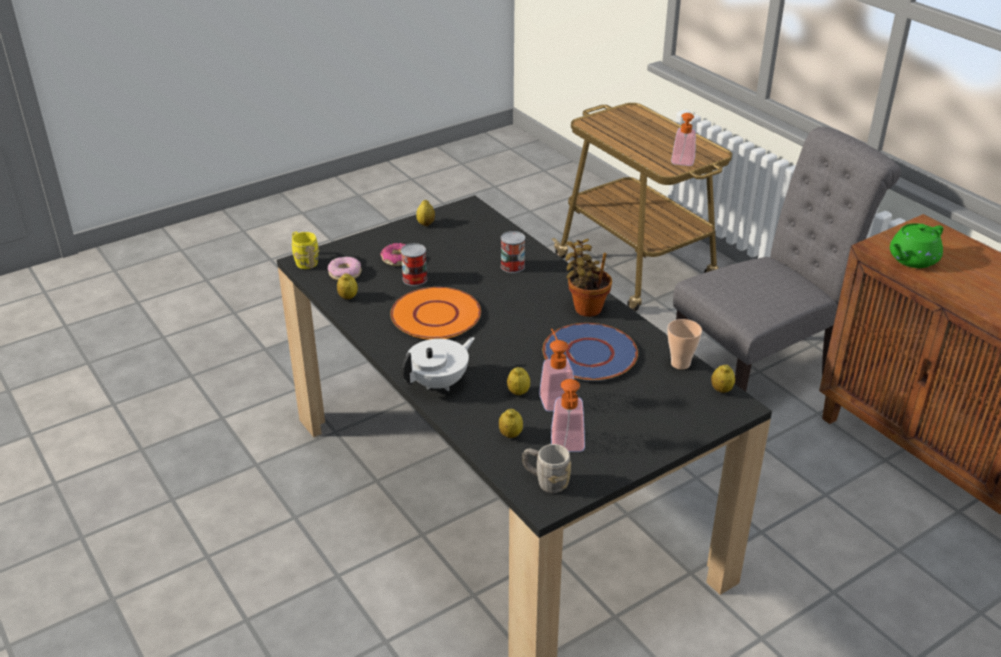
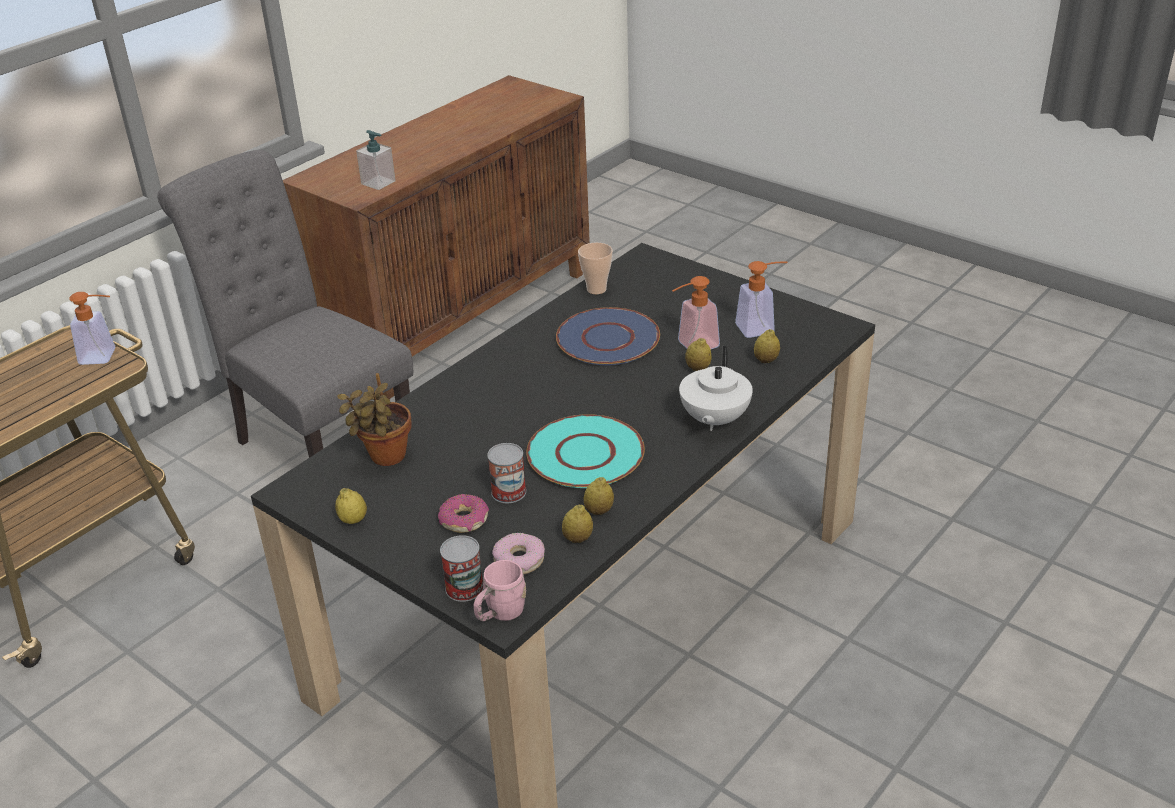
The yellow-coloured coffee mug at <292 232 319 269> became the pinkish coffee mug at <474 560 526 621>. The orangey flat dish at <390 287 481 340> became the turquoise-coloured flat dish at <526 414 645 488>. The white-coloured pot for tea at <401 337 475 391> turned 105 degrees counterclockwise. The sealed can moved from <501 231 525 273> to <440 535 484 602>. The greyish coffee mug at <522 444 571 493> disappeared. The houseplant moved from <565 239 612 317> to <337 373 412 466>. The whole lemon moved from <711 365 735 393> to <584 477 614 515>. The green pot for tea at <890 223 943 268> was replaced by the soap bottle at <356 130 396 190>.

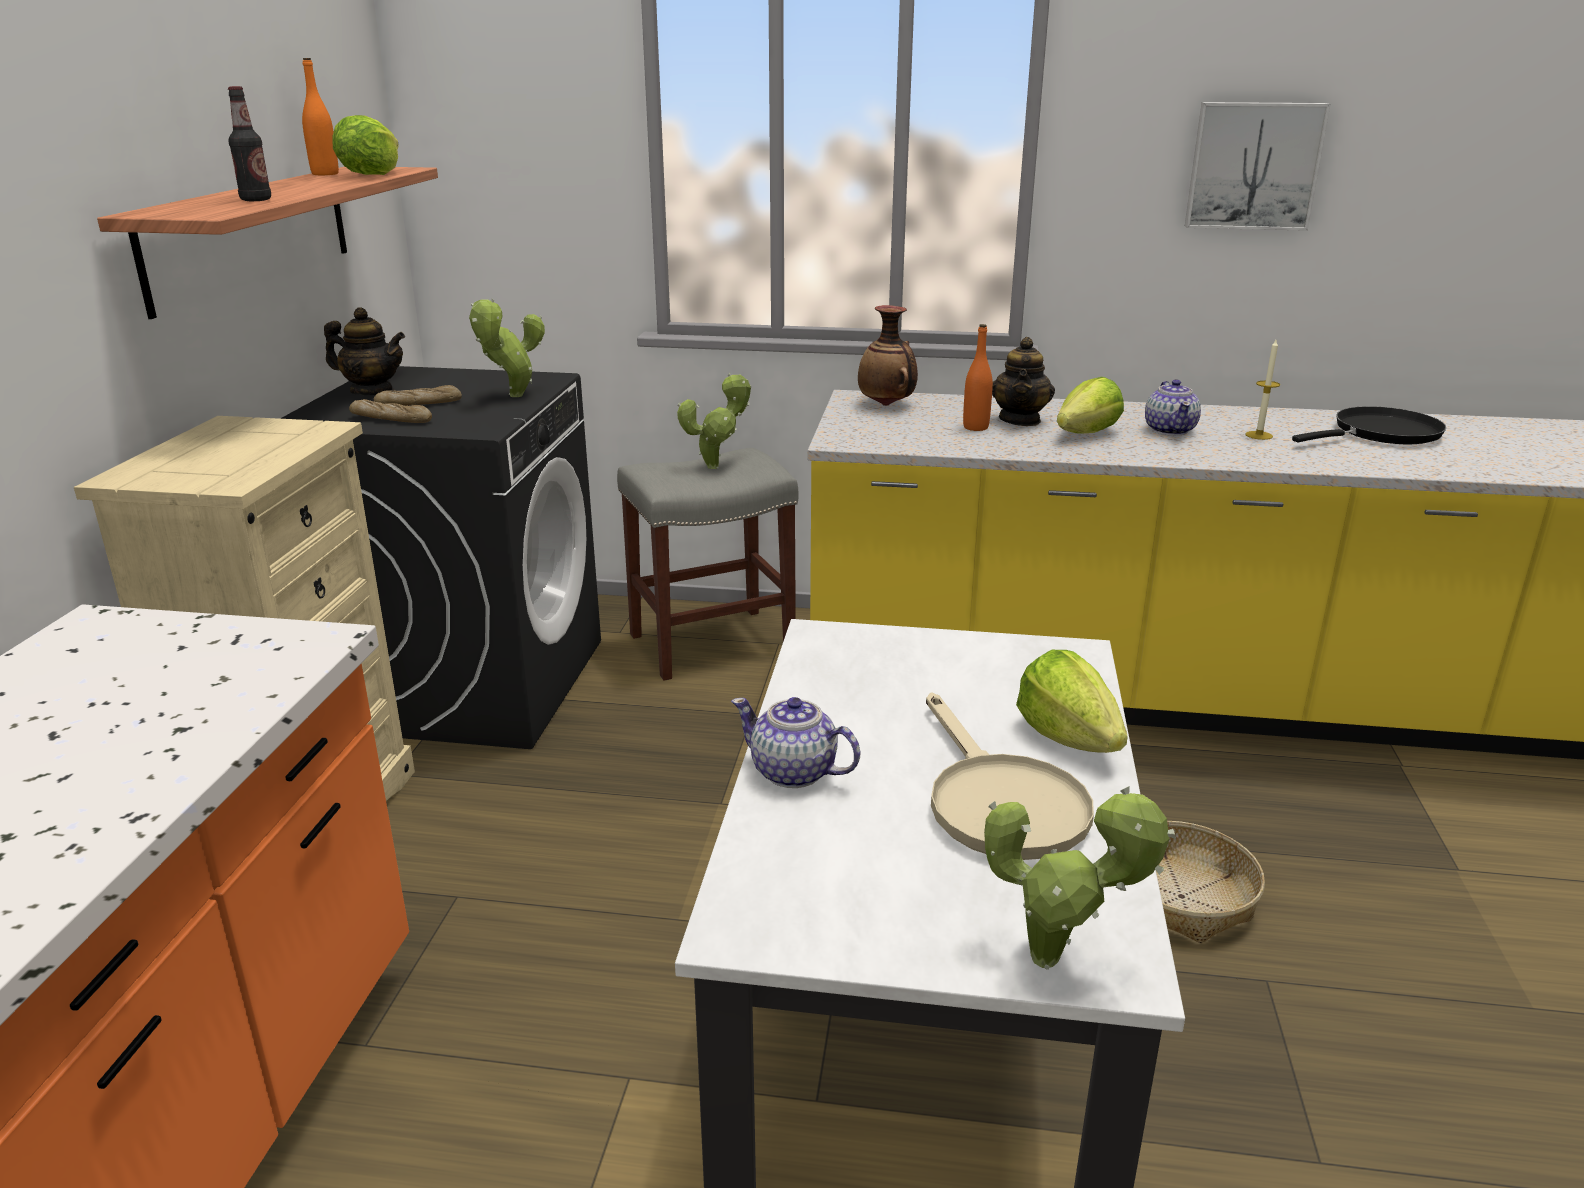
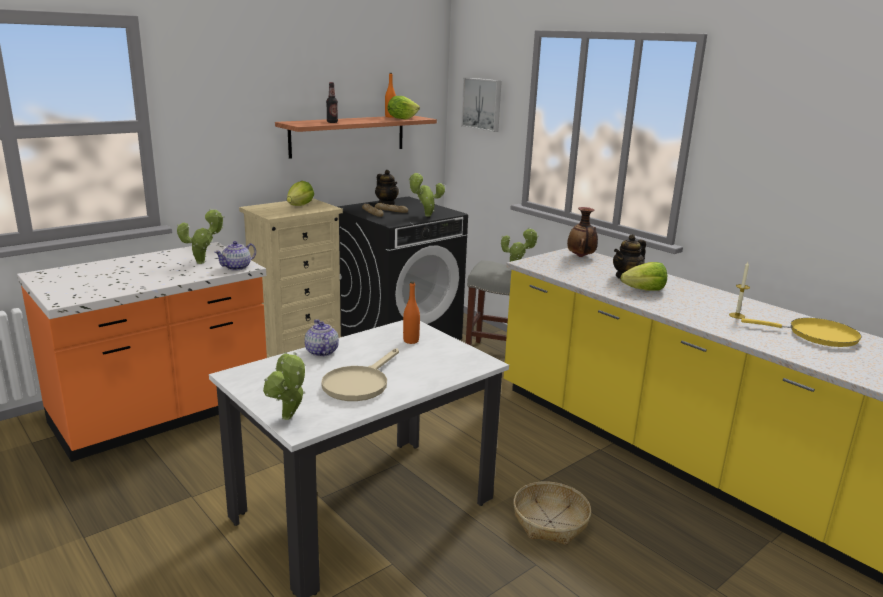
The orangey drink bottle moved from <963 324 993 431> to <403 281 420 344>. The lettuce head moved from <1016 650 1128 753> to <287 181 314 206>. The pot for tea moved from <1145 379 1201 436> to <214 241 256 271>. The picture moved from <1185 102 1331 231> to <461 77 502 132>. The black skillet at <1292 406 1446 444> became the yellow-coloured skillet at <741 318 862 347>. The houseplant at <177 208 225 264> appeared.

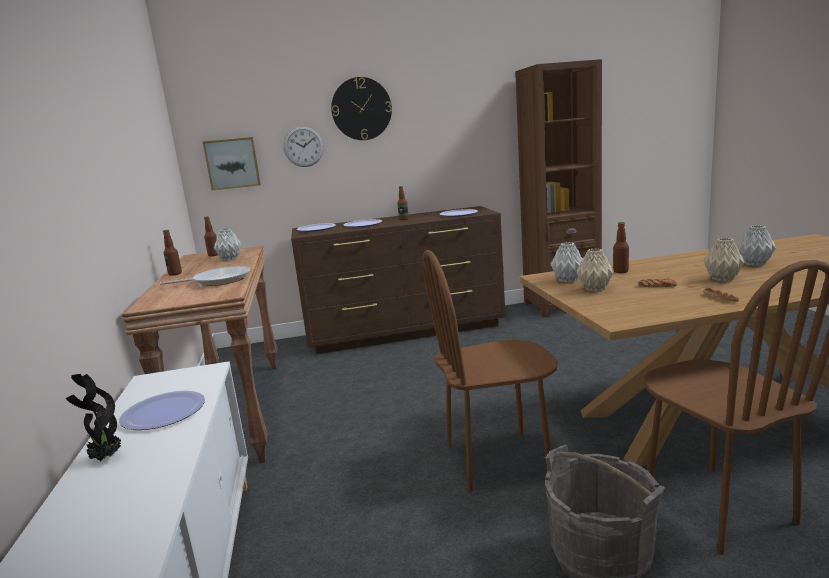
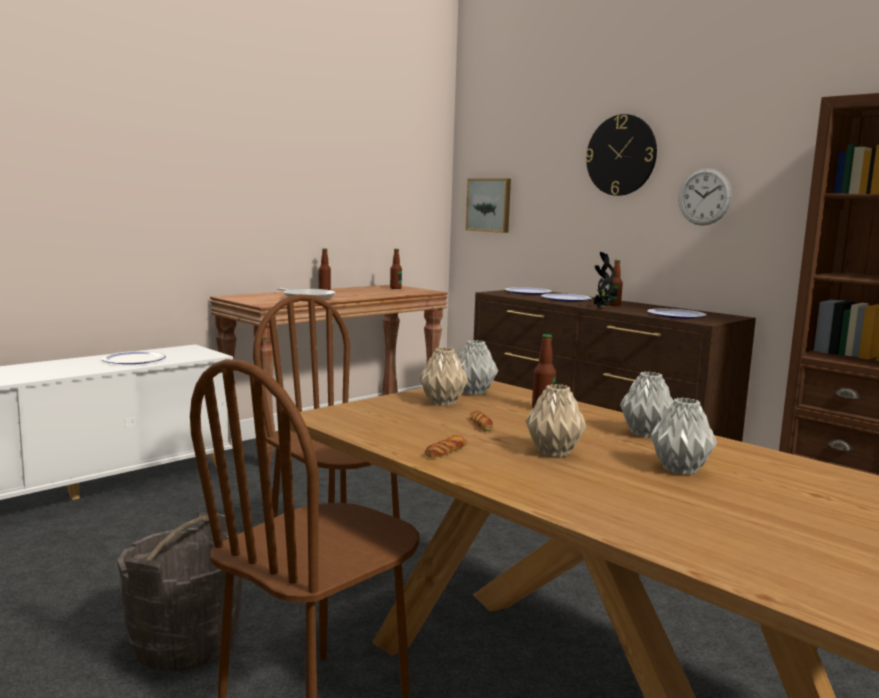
The houseplant moved from <66 374 121 461> to <594 252 615 308>. The greyish vase moved from <214 228 242 261> to <620 371 674 438>. The wall clock moved from <283 126 324 167> to <678 168 732 225>.

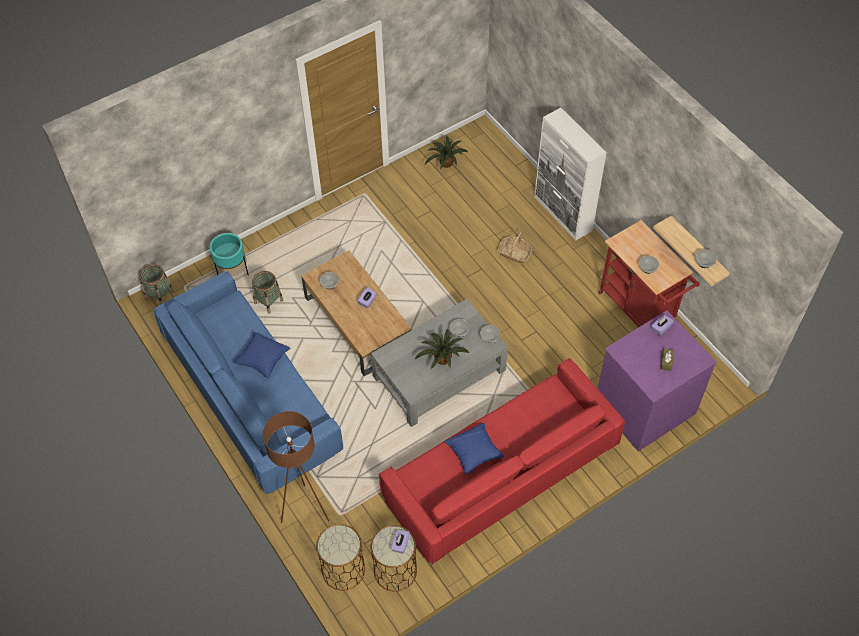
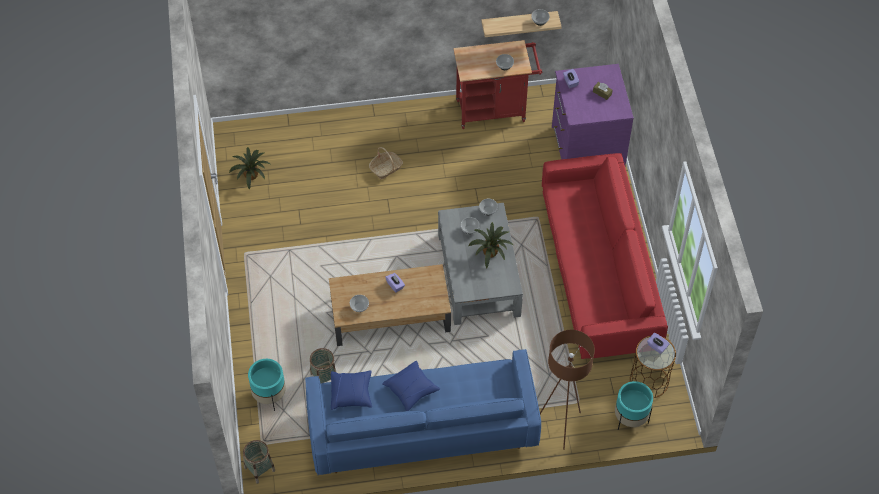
The brown-coloured accent table at <316 524 365 590> was replaced by the turquoise-coloured planter at <615 381 653 430>. The blue throw pillow moved from <445 423 504 475> to <331 370 372 410>. The white-coloured storage cabinet at <534 108 607 241> disappeared.

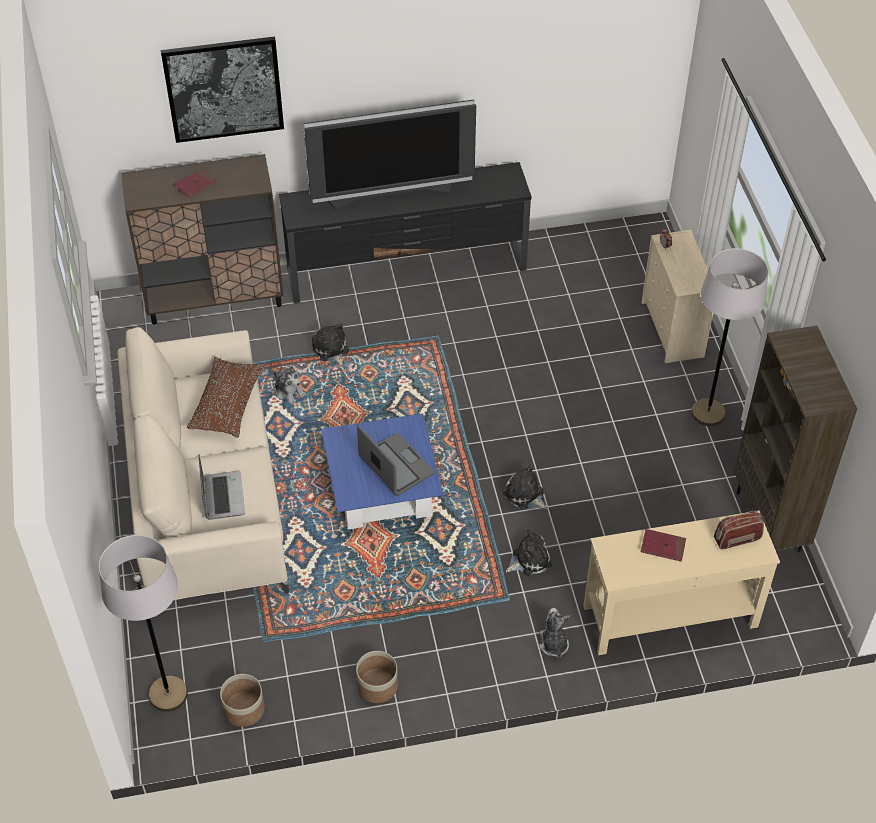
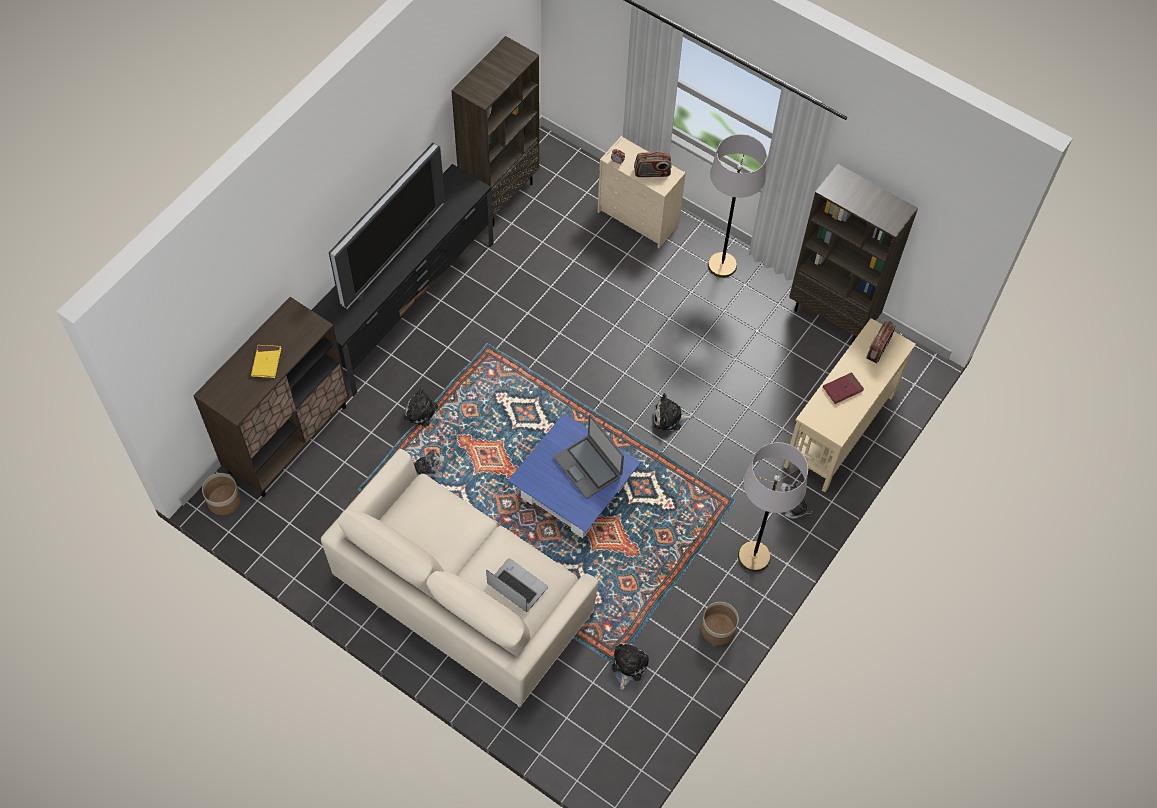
The greyish standard lamp moved from <99 535 188 712> to <738 442 808 572>. The picture at <161 37 284 143> disappeared. The red-coloured book at <173 169 217 198> became the yellow-coloured book at <251 345 281 378>. The brown-coloured throw pillow at <187 357 264 438> disappeared. The planter moved from <220 674 265 727> to <202 473 241 515>. The laptop at <357 425 435 496> turned 135 degrees counterclockwise. The soft toy moved from <506 529 552 576> to <611 643 649 690>. The brown-coloured shelving unit at <451 36 539 227> appeared. The radio set at <634 152 672 177> appeared.

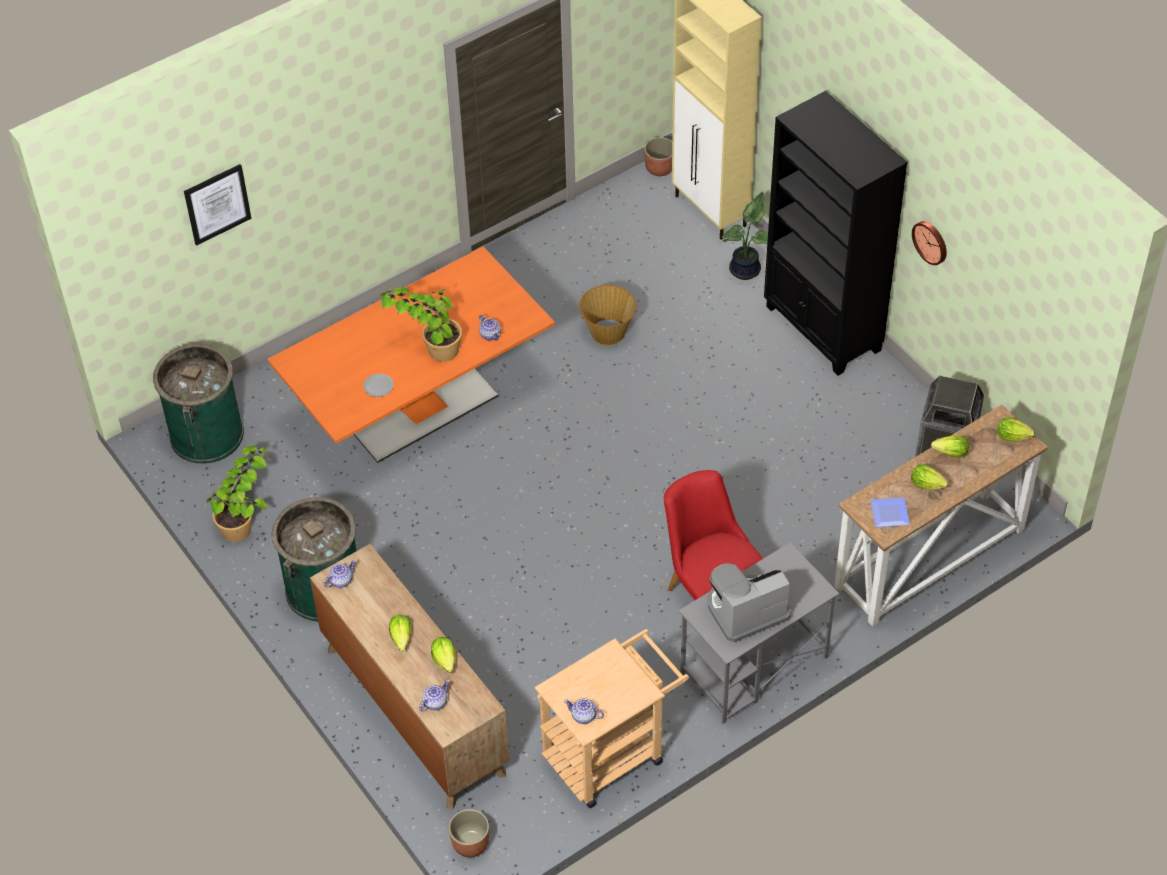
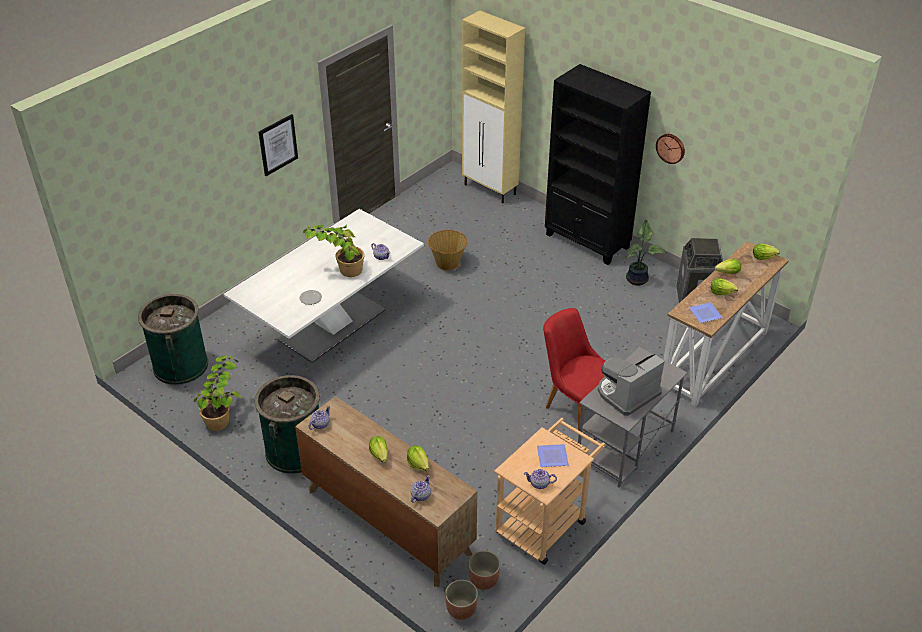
The picture moved from <184 164 252 246> to <259 114 298 176>. The orangey dinner table at <267 247 555 463> became the white-coloured dinner table at <224 209 424 363>. The planter moved from <644 137 672 176> to <468 551 500 590>. The houseplant moved from <722 192 768 280> to <623 220 667 285>. The flat dish at <537 444 569 467> appeared.

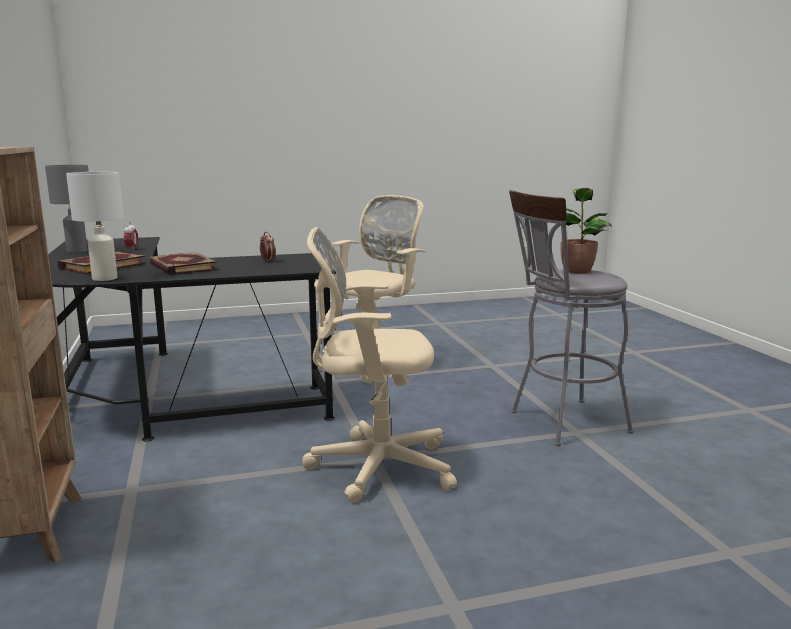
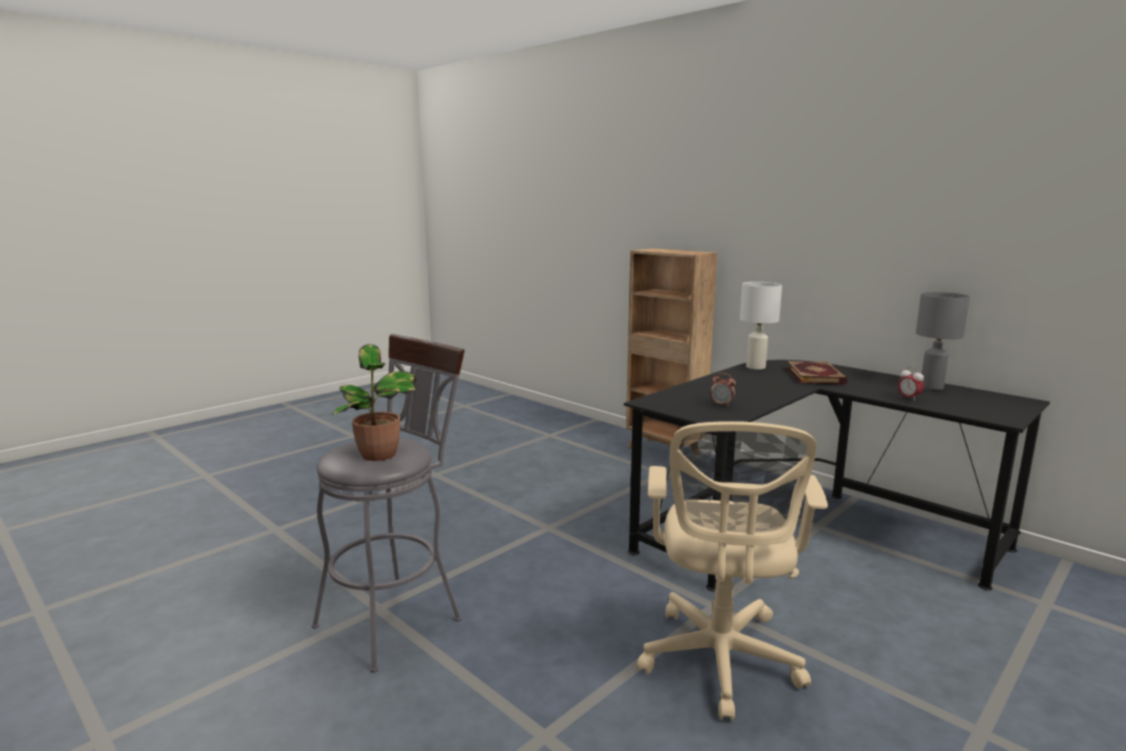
The book at <149 252 217 275> disappeared. The sand-coloured computer chair at <302 227 457 503> disappeared.

